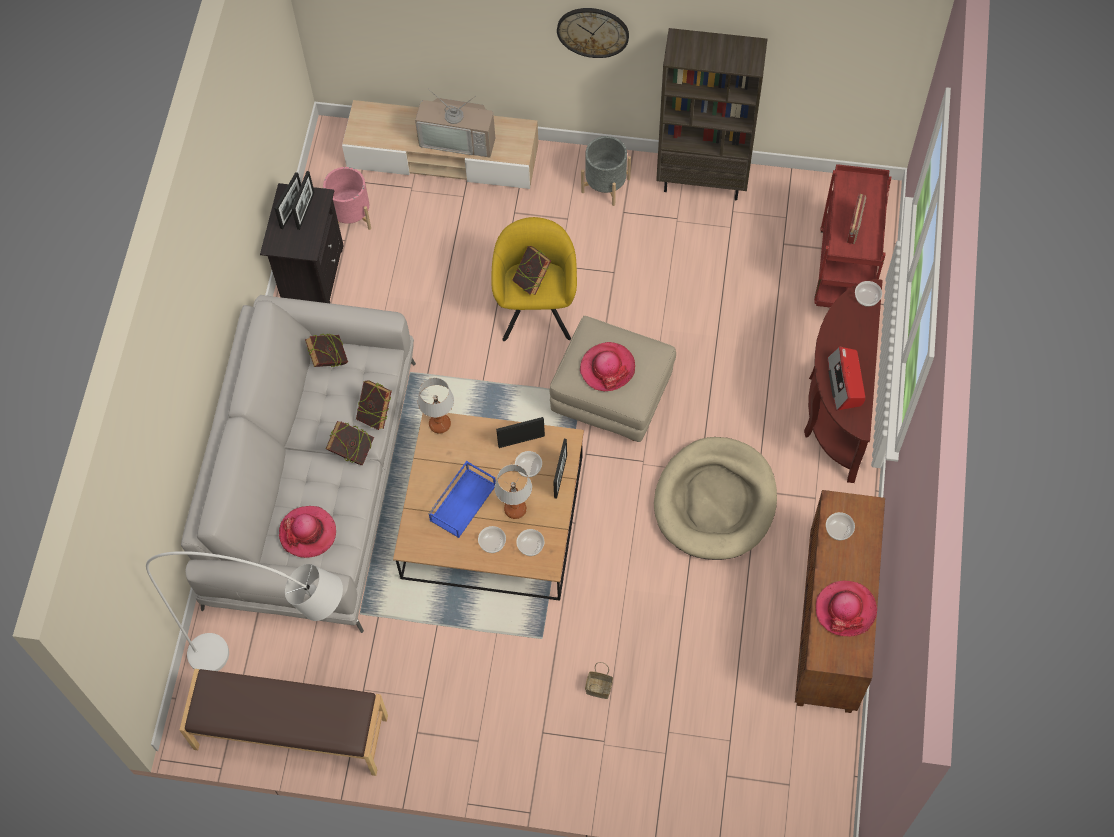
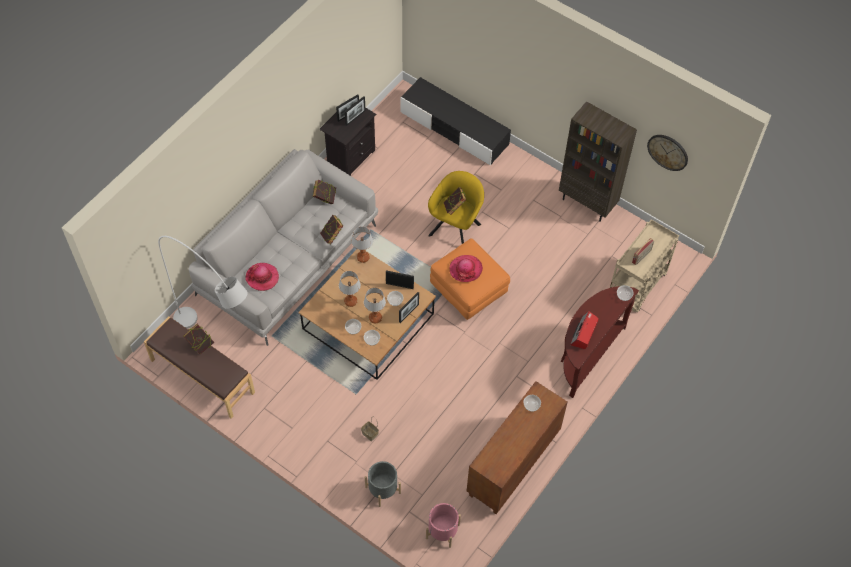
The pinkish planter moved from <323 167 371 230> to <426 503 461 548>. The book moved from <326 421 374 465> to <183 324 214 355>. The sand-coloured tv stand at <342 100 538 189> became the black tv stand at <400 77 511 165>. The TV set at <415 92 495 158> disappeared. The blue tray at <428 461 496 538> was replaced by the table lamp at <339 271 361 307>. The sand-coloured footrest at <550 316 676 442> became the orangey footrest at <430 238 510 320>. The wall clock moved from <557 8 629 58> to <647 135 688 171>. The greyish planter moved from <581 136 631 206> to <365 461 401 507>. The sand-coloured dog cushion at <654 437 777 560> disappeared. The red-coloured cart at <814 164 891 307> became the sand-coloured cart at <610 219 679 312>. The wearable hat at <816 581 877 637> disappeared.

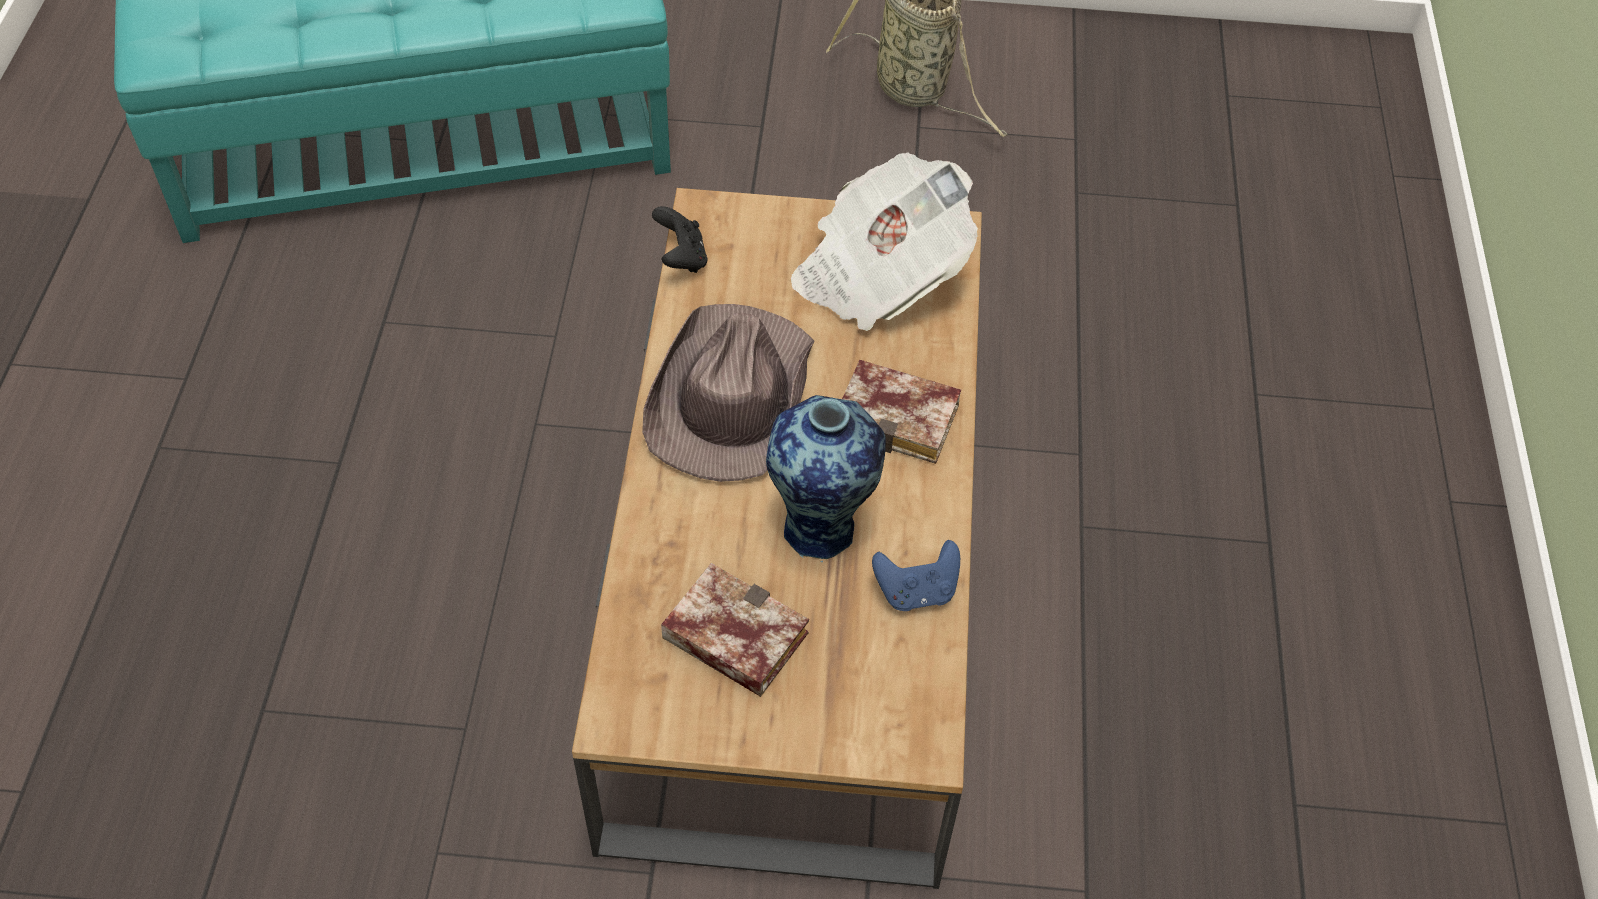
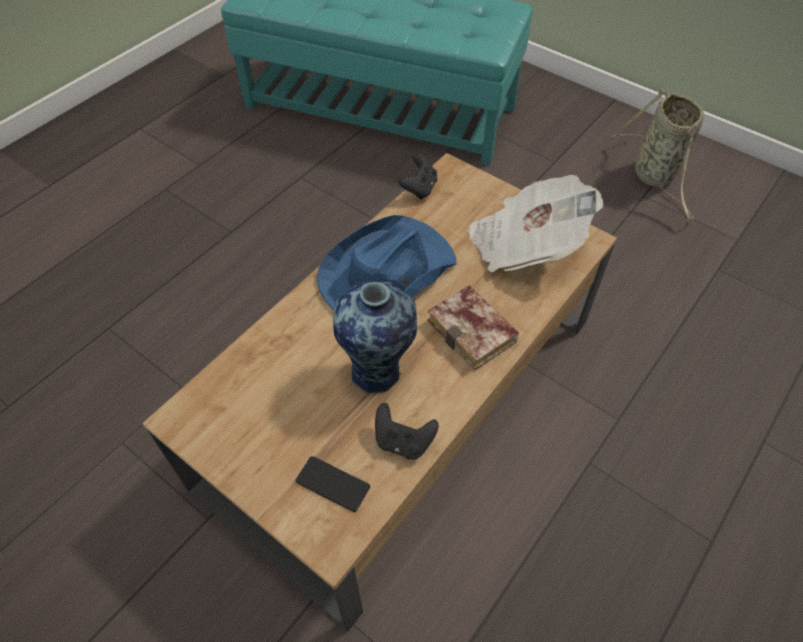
The brown-coloured wearable hat at <642 304 815 482> became the blue wearable hat at <317 215 457 310>. The book at <661 563 809 697> disappeared. The blue joypad at <872 540 960 611> became the black joypad at <375 403 438 460>. The handset at <296 456 370 512> appeared.

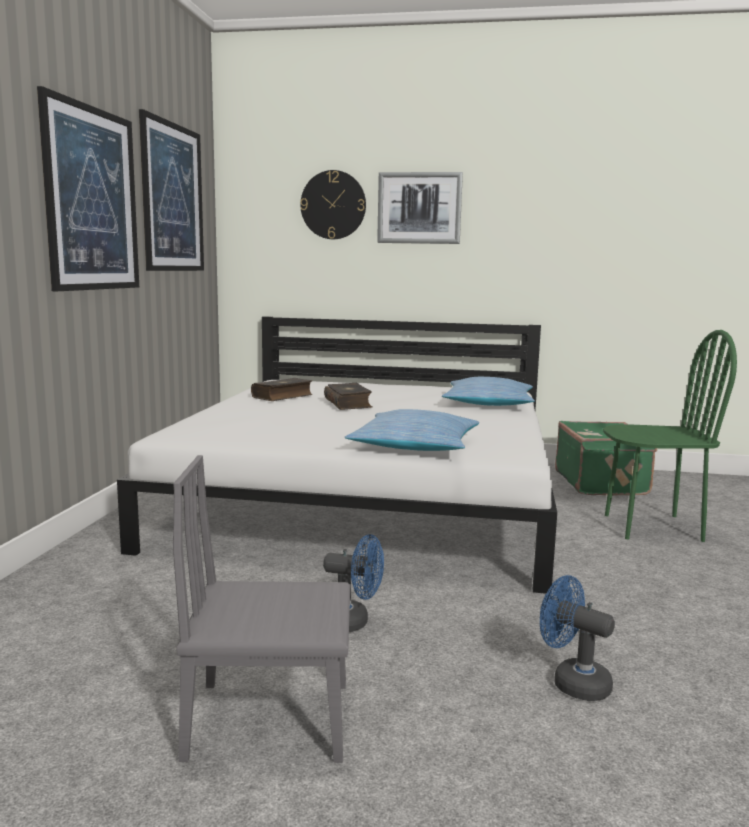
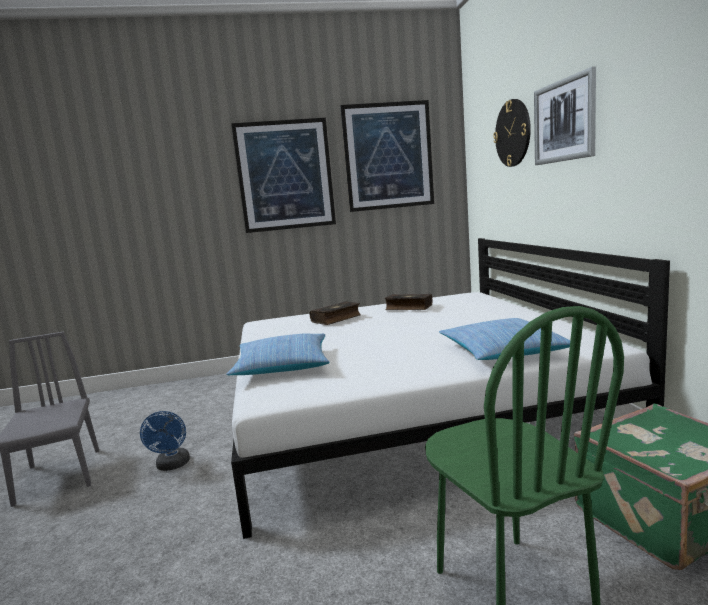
The book moved from <324 383 372 410> to <310 301 361 325>. The blue fan at <540 575 615 701> disappeared.

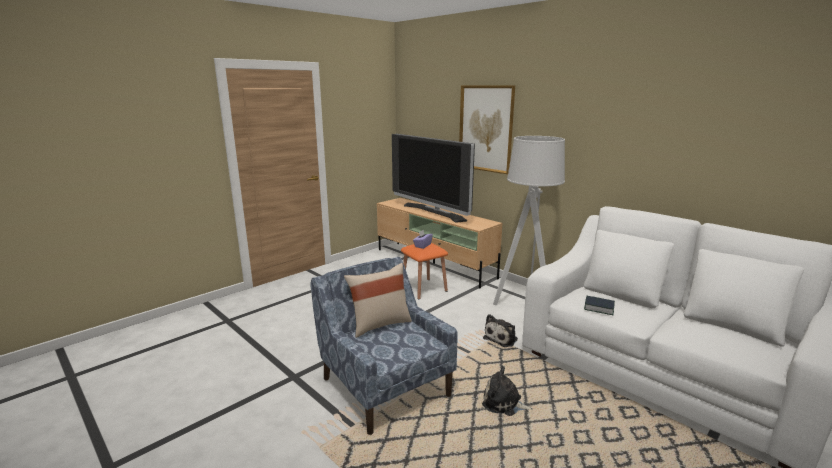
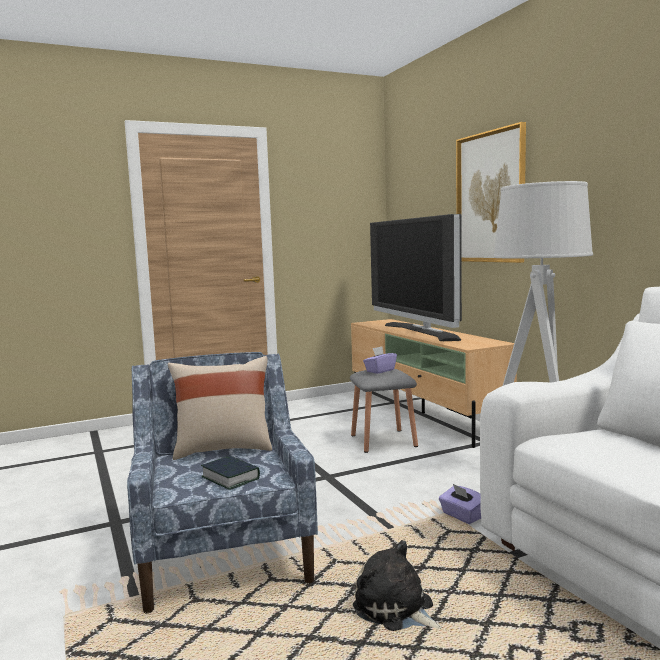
The orangey stool seat at <401 243 448 299> became the greyish stool seat at <350 369 418 453>. The soft toy at <483 314 518 347> was replaced by the purple-coloured tissue holder at <439 484 481 524>. The book moved from <584 296 615 315> to <201 456 260 490>.

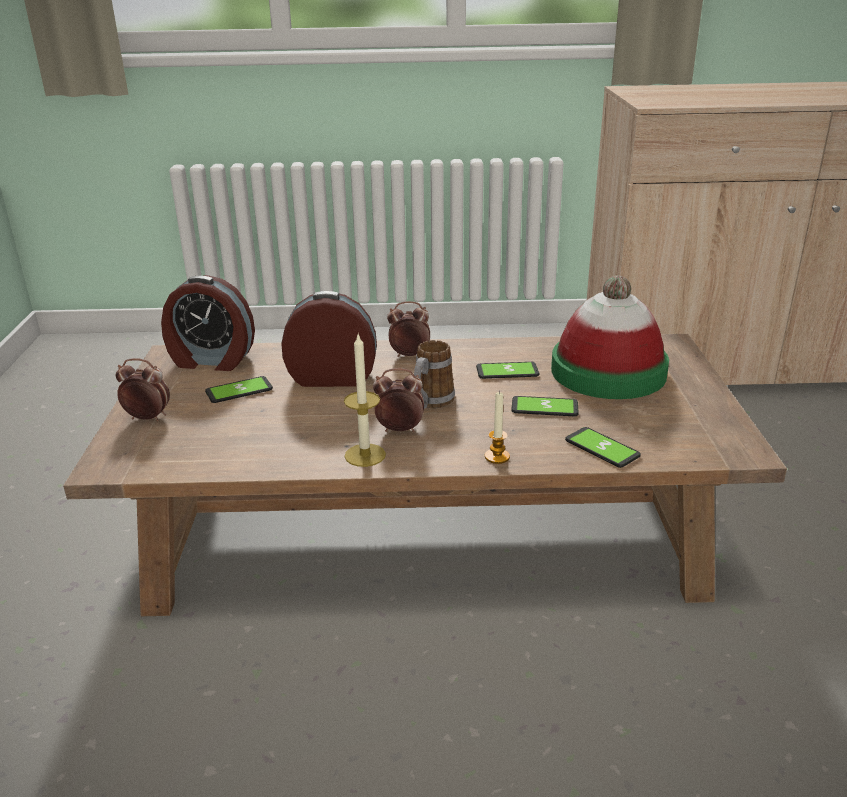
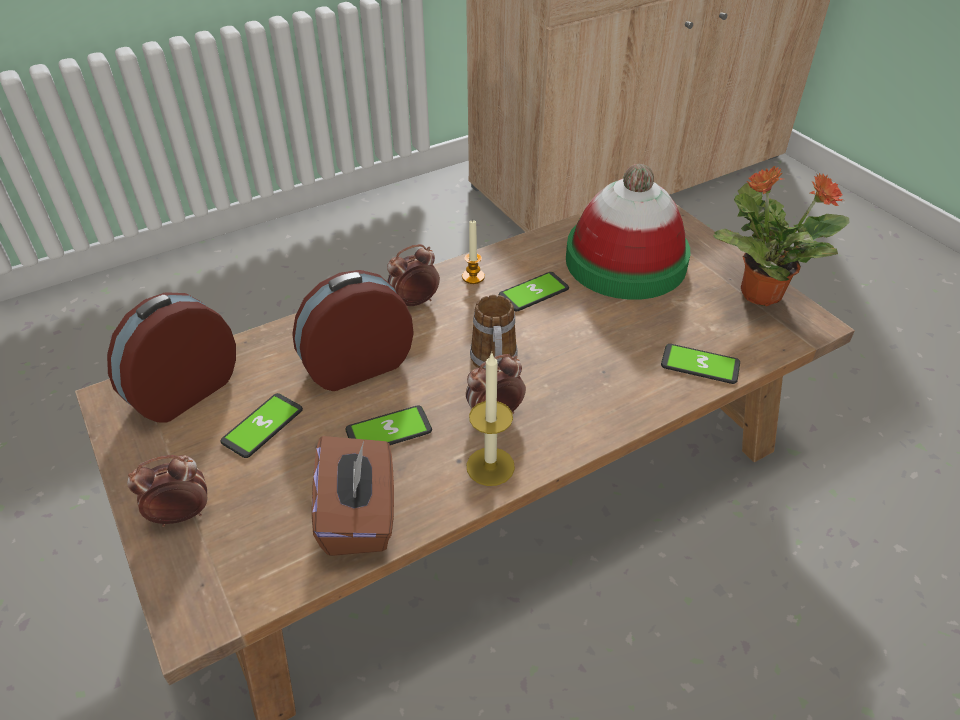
The table clock at <161 275 255 371> turned 150 degrees clockwise. The wax light moved from <485 391 510 464> to <462 219 485 284>. The handset moved from <511 396 579 416> to <346 405 432 445>. The brown-coloured tissue holder at <312 436 394 556> appeared. The houseplant at <713 166 850 306> appeared.

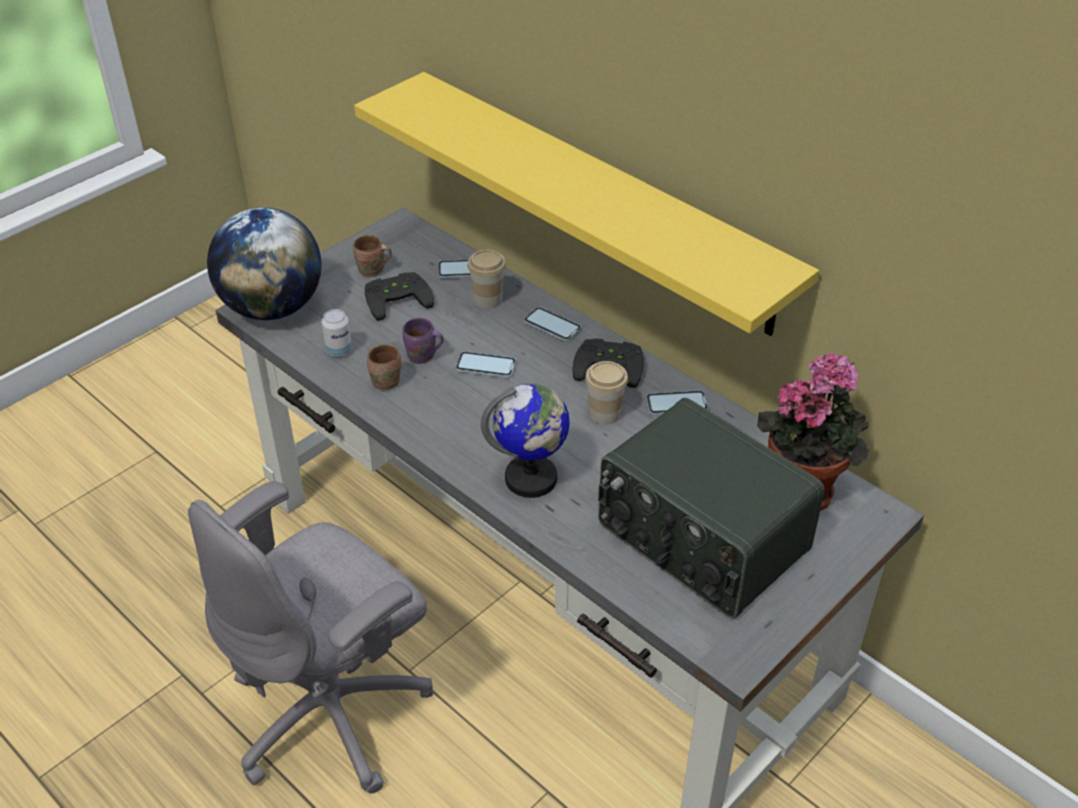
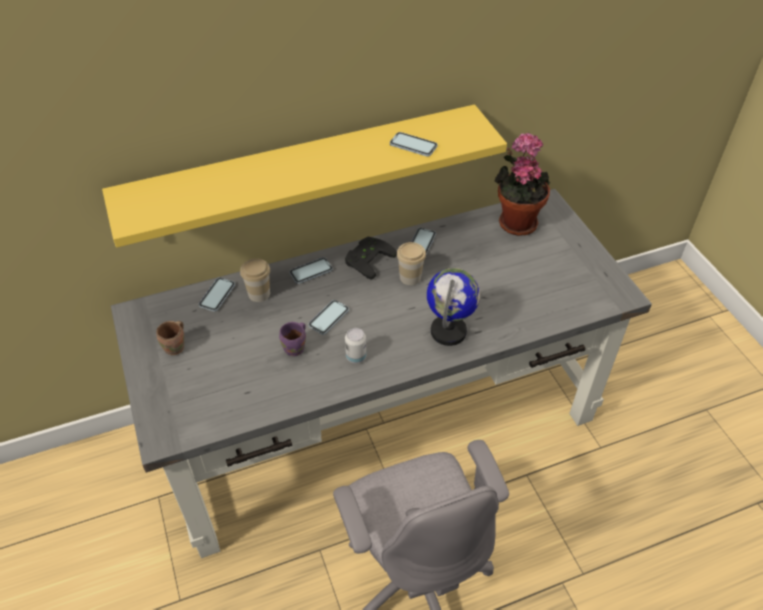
The desk globe at <207 207 321 320> disappeared. The sealed can moved from <322 309 352 357> to <345 328 366 363>. The black joypad at <365 272 434 321> disappeared. The brown-coloured coffee mug at <367 344 402 391> disappeared. The radio set at <598 398 824 618> disappeared. The handset at <390 132 438 157> appeared.

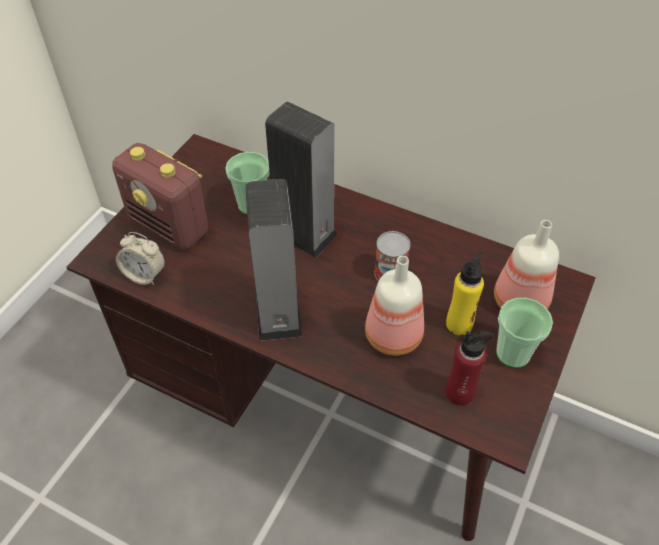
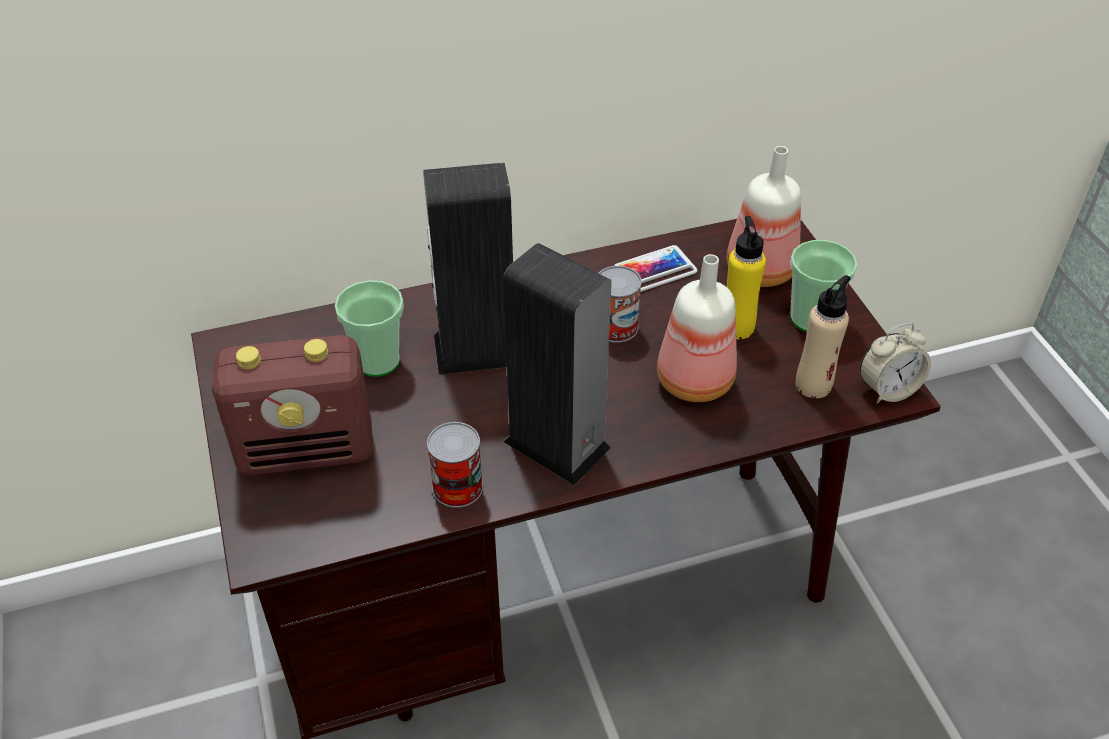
The table clock moved from <116 232 165 285> to <860 323 931 404>. The red-coloured drink bottle at <446 331 493 406> became the sand-coloured drink bottle at <795 275 851 398>. The sealed can at <427 422 483 508> appeared. The handset at <614 245 698 292> appeared.

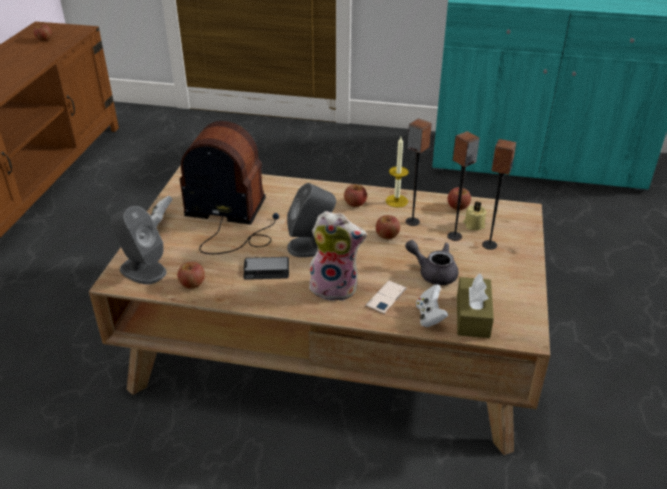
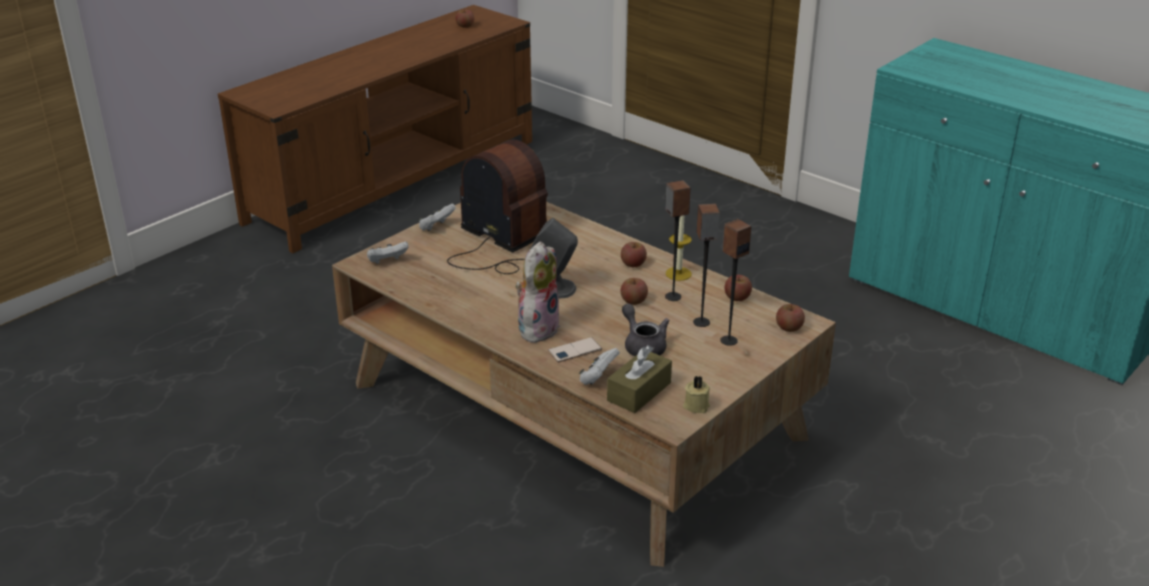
The greyish loudspeaker at <111 206 167 285> was replaced by the white-coloured joypad at <367 242 409 264>. The apple fruit moved from <177 262 205 289> to <776 304 805 332>. The handset at <243 257 289 280> disappeared. The soft toy at <309 211 367 301> turned 105 degrees counterclockwise. The sand-coloured wax light moved from <463 201 487 230> to <683 376 710 413>.

